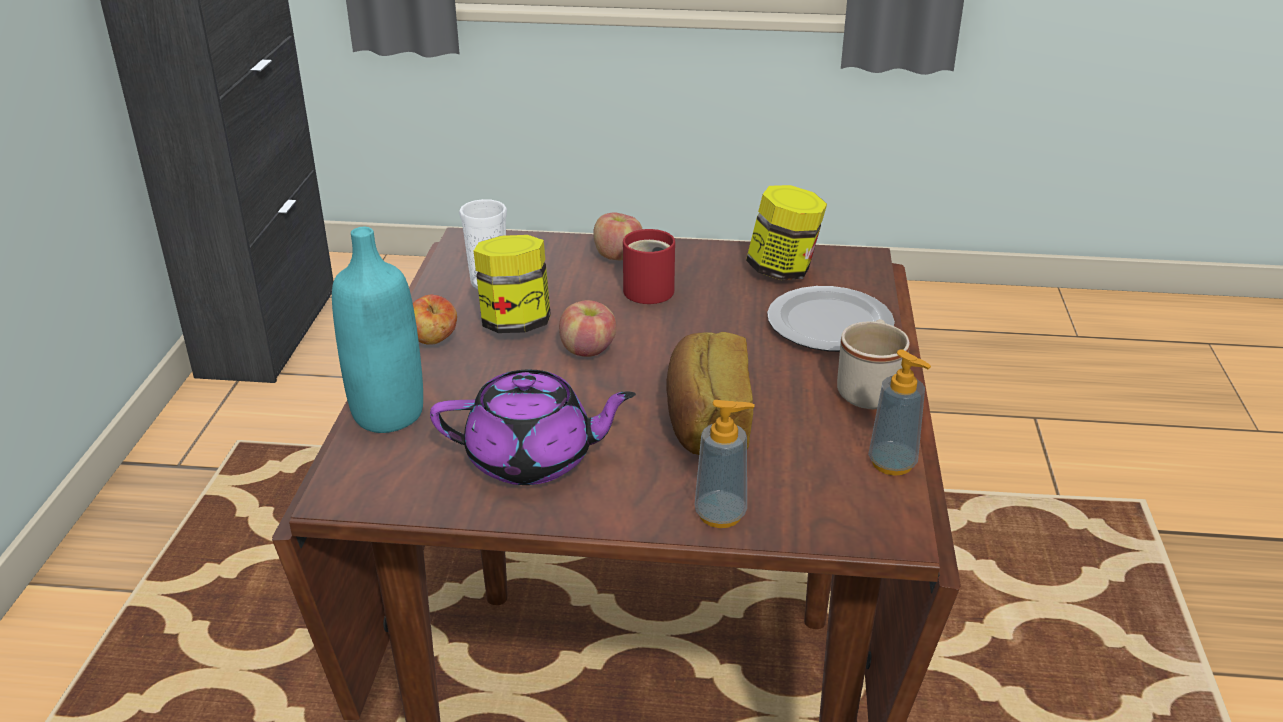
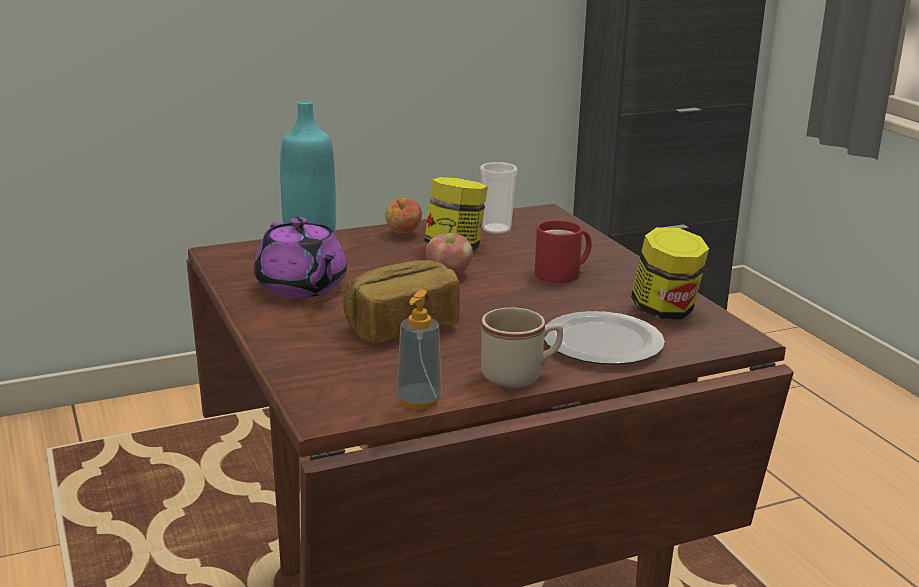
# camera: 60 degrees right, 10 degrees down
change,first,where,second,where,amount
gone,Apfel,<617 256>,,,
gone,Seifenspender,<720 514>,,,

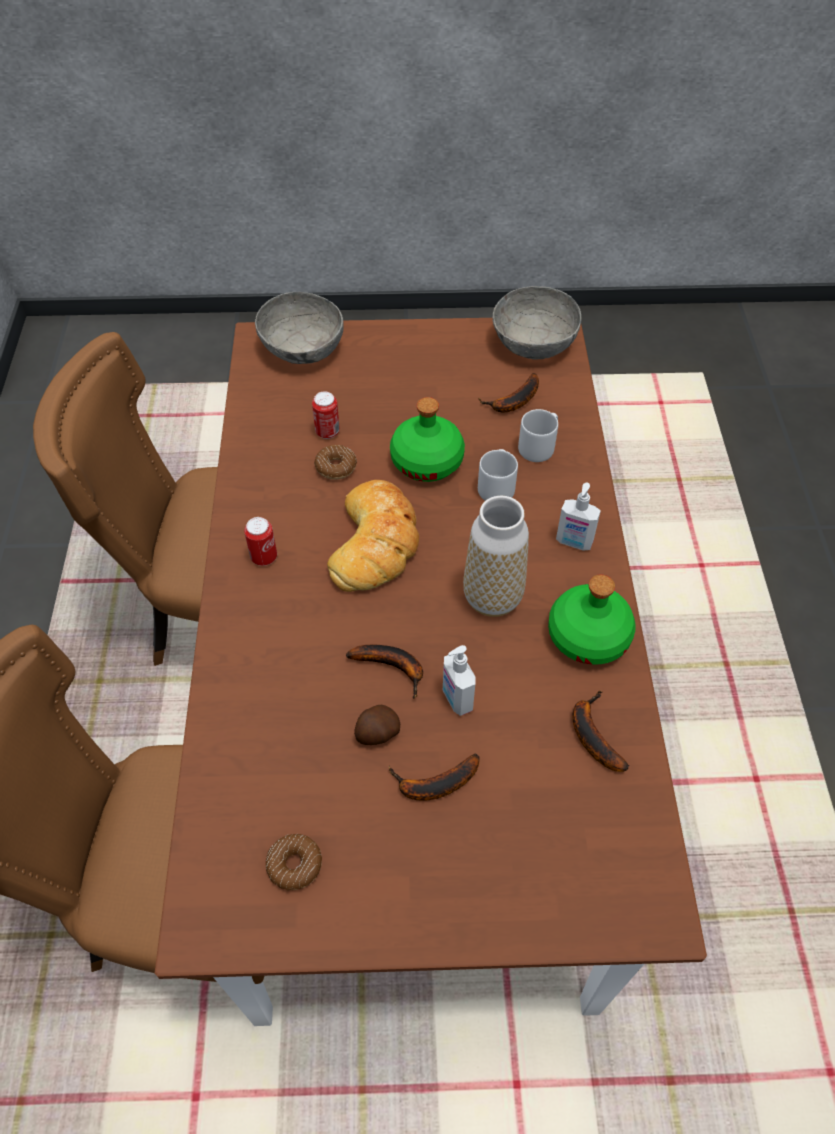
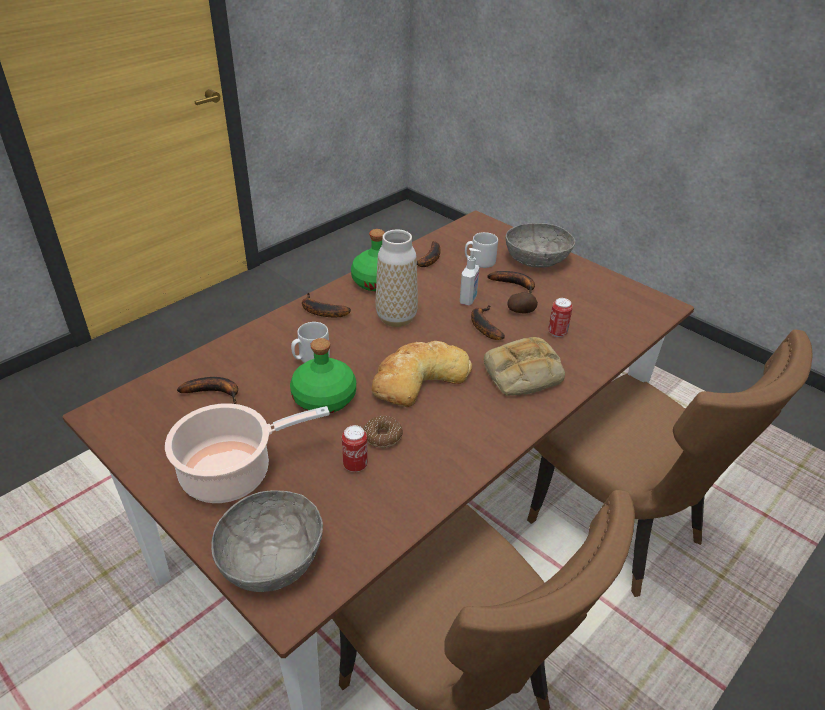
# camera: 135 degrees left, 15 degrees down
change,first,where,second,where,amount
shifted,Dose,<264 557>,,<557 332>,
gone,Donut,<295 865>,,,
shifted,Schüssel/grau,<534 342>,,<537 260>,
shifted,Henkelbecher/grau,<539 447>,,<479 262>,
swapped,Seifenspender,<573 542>,Banane,<320 311>,
new,,,Kochtopf,<232 472>,
new,,,Brot,<522 374>,

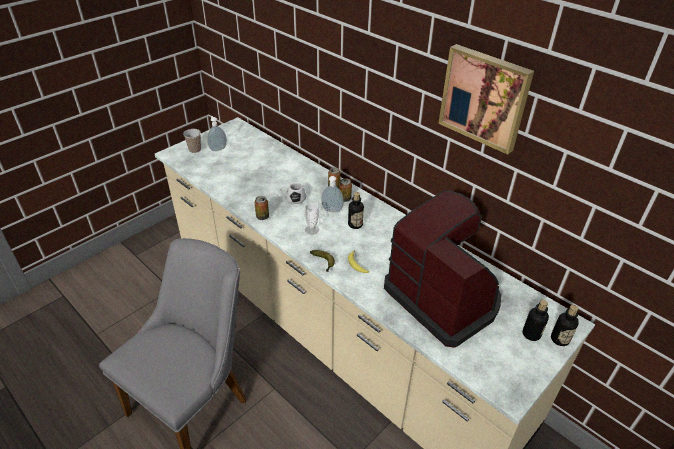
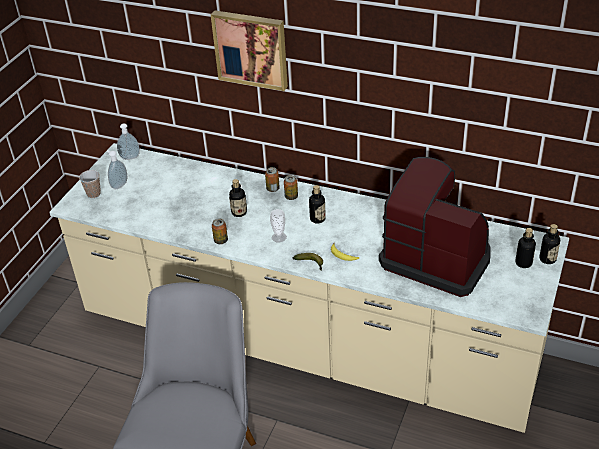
# camera: 20 degrees left, 0 degrees up
change,first,where,second,where,amount
swapped,Henkelbecher/weiß,<293 198>,Flasche,<239 212>,
shifted,Seifenspender,<332 211>,,<130 158>,
shifted,Bild,<485 97>,,<251 49>,

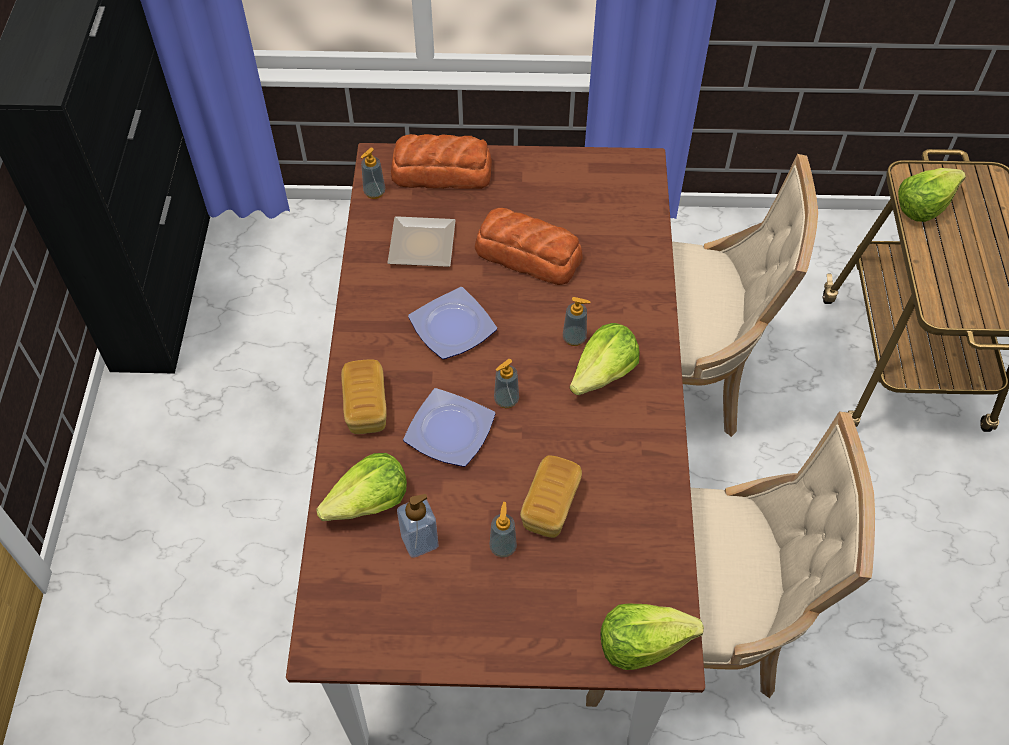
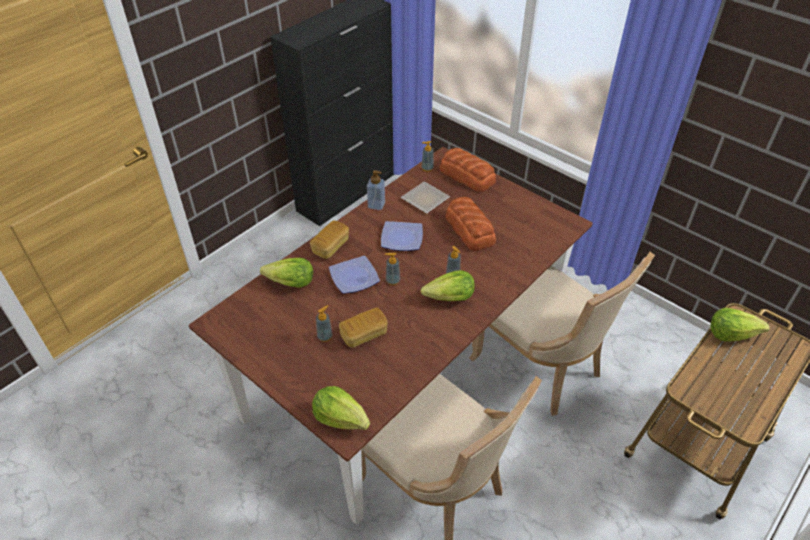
# camera: 40 degrees right, 10 degrees down
change,first,where,second,where,amount
shifted,Seifenspender,<419 541>,,<376 205>,

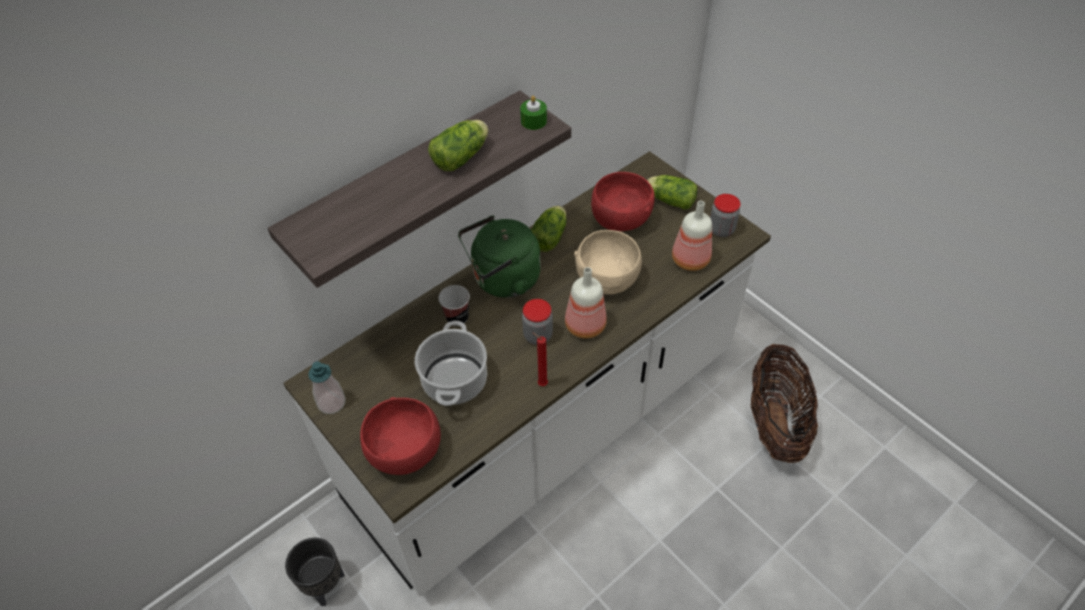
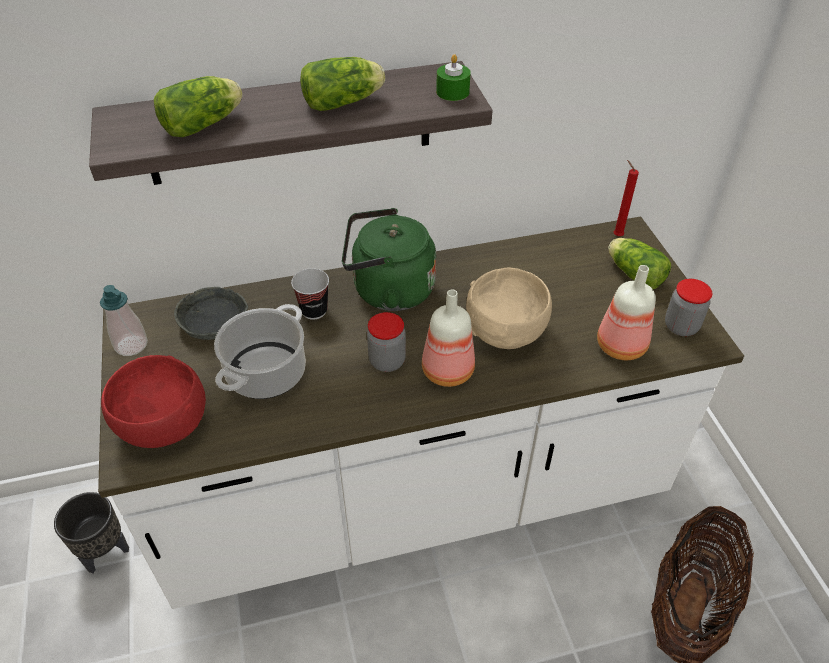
# camera: 25 degrees right, 5 degrees down
change,first,where,second,where,amount
shifted,Salatkopf,<550 236>,,<205 124>,
shifted,Kerze/rot,<541 383>,,<616 235>,
gone,Schüssel/rot,<620 219>,,,
new,,,Schüssel/grau,<214 320>,

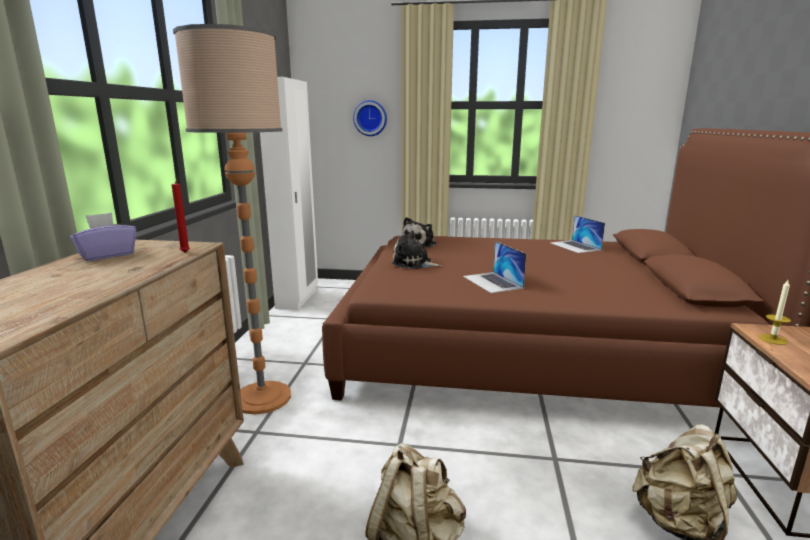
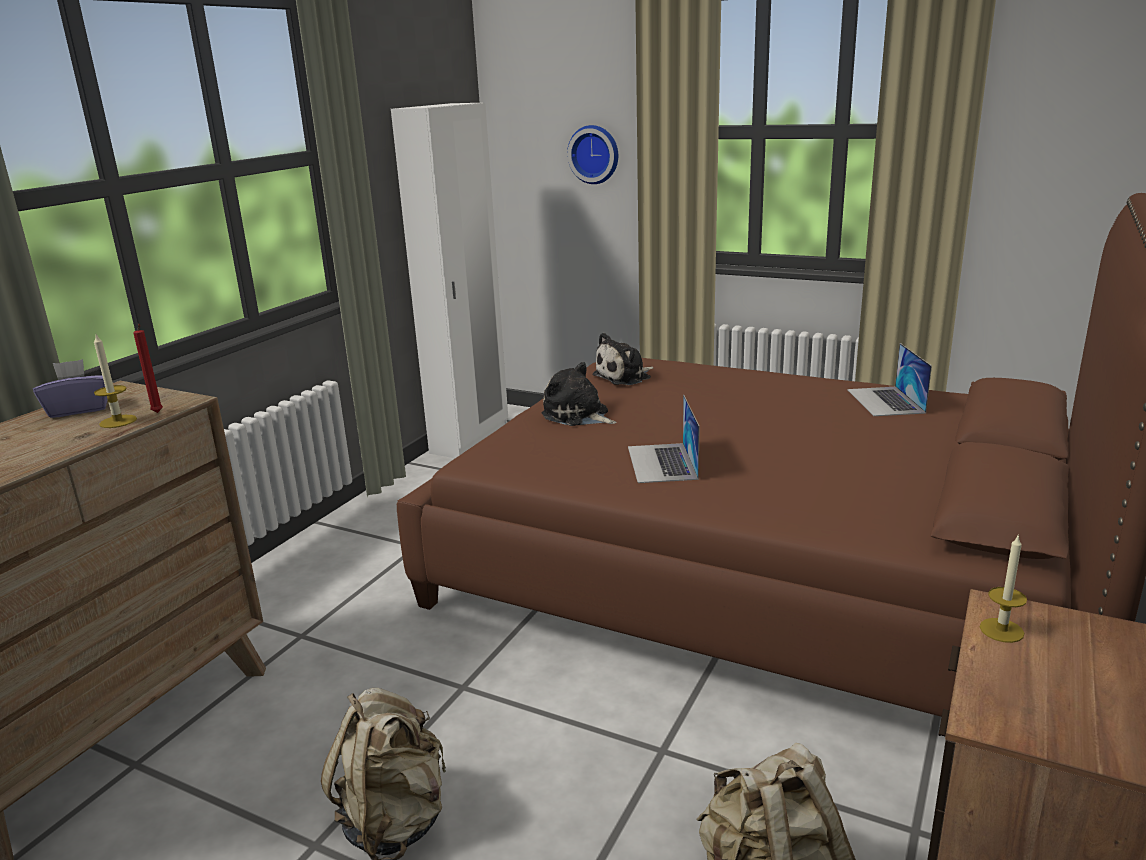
# camera: 20 degrees right, 5 degrees up
change,first,where,second,where,amount
gone,Stehlampe,<262 398>,,,
new,,,Kerze,<118 421>,

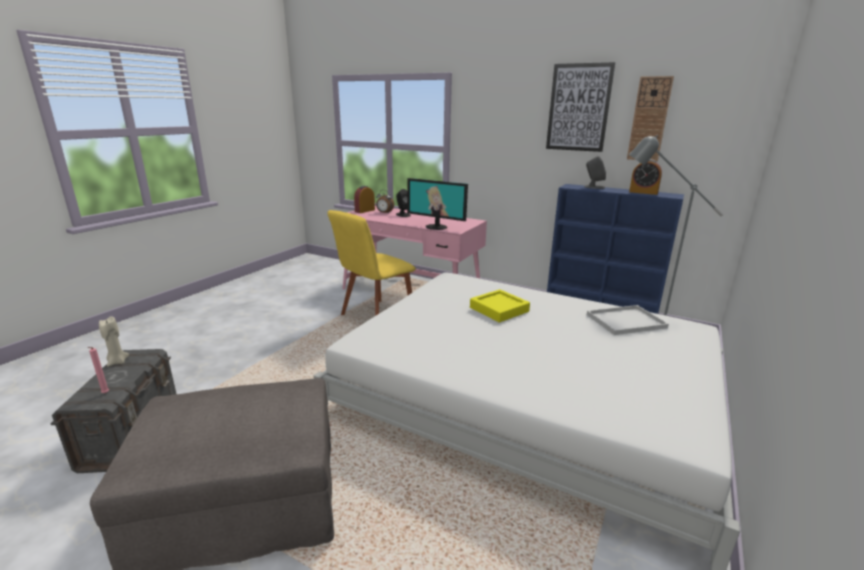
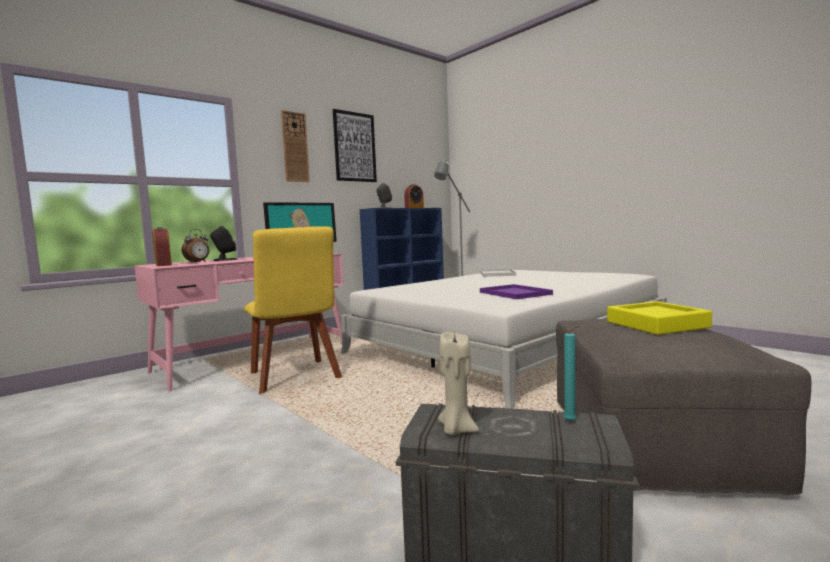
# camera: 70 degrees left, 15 degrees down
change,first,where,second,where,amount
repainted,Kerze/rosa,<105 394>,Kerze/türkis,<572 422>,
shifted,Tablett/gelb,<499 309>,,<656 324>,
shifted,Wanduhr,<649 119>,,<295 147>,
new,,,Tablett/lila,<516 293>,

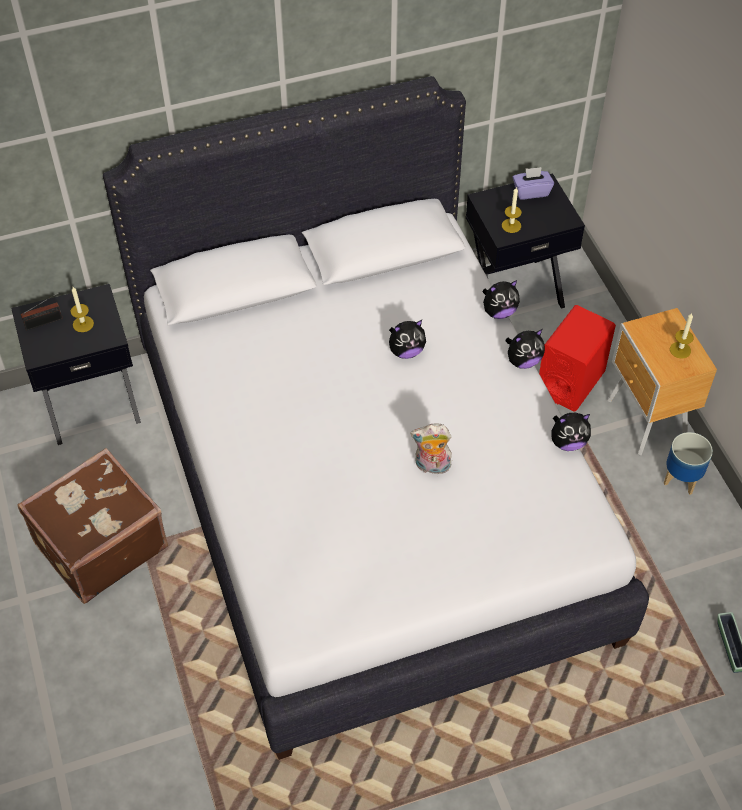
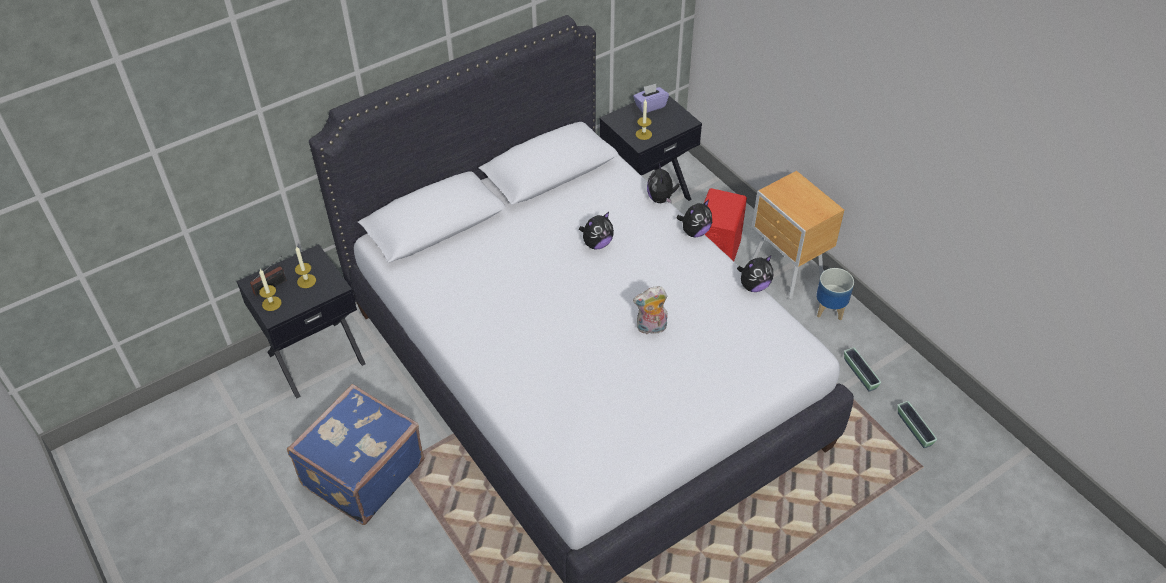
# camera: 15 degrees left, 5 degrees down
change,first,where,second,where,amount
repainted,Koffer/braun,<99 544>,Koffer/blau,<361 473>,
rotated,Plüschtier,<499 312>,,<661 199>,120 degrees clockwise
shifted,Kerze,<680 350>,,<271 303>,
new,,,Pflanzkübel,<860 374>,

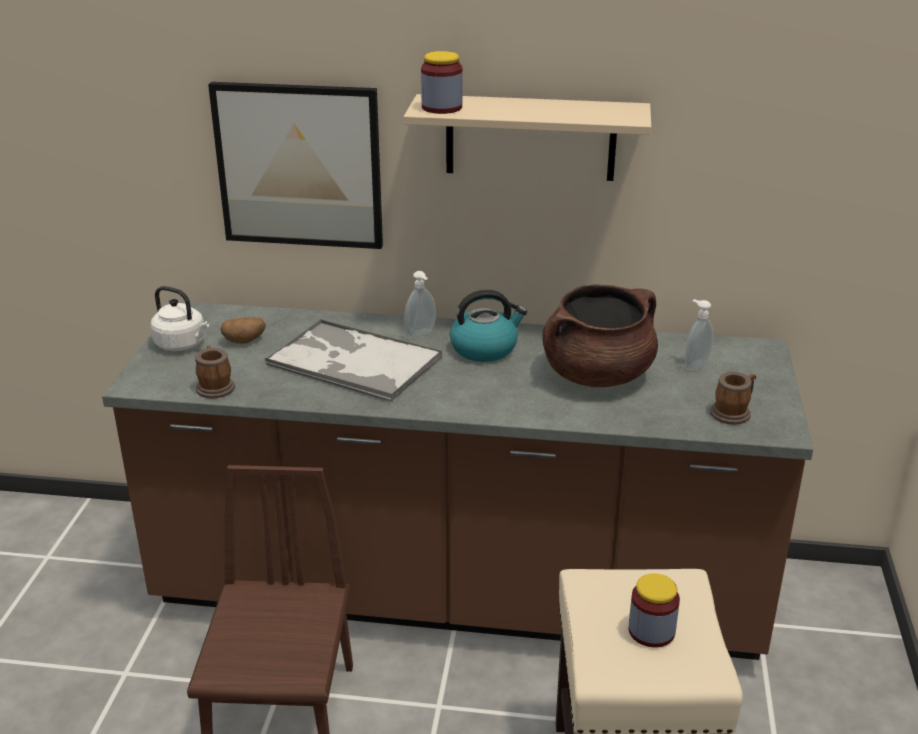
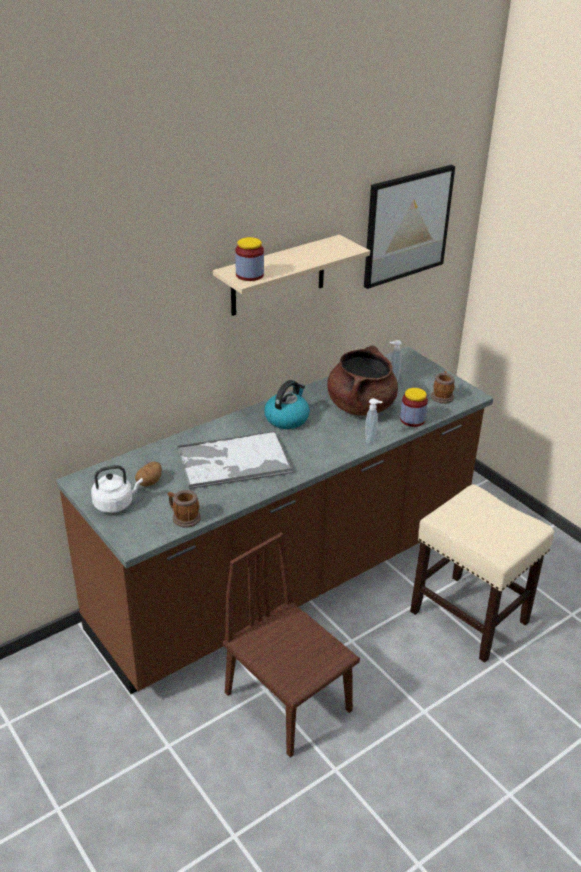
# camera: 45 degrees left, 5 degrees up
change,first,where,second,where,amount
shifted,Bild,<299 165>,,<407 226>,
shifted,Seifenspender,<421 335>,,<371 440>,
shifted,Vorratsglas,<651 631>,,<412 420>,

